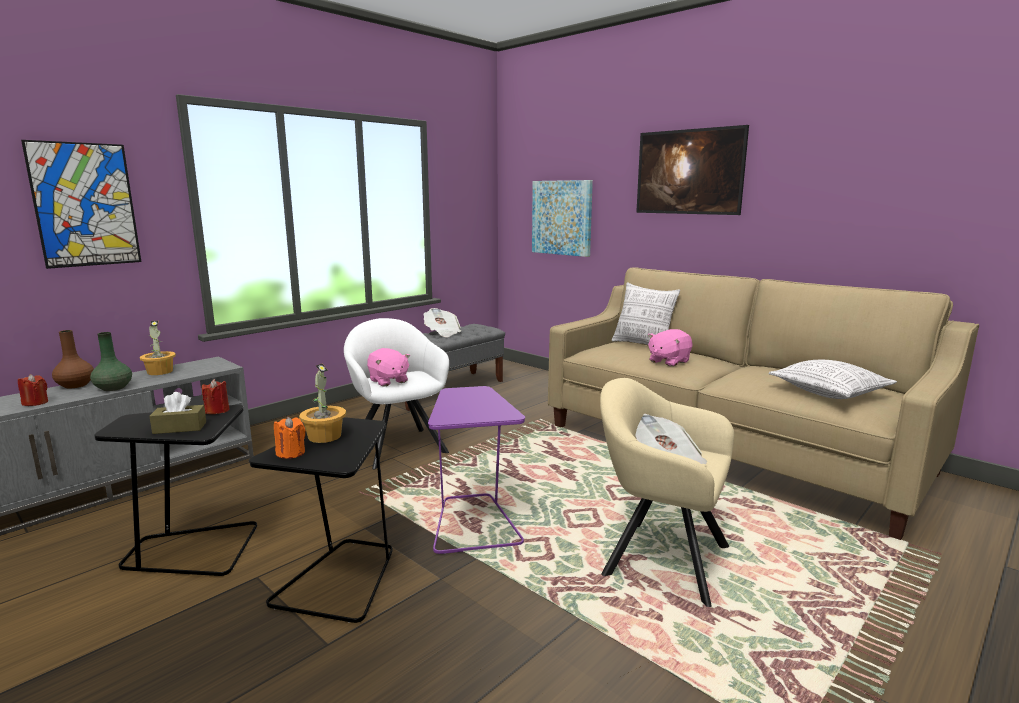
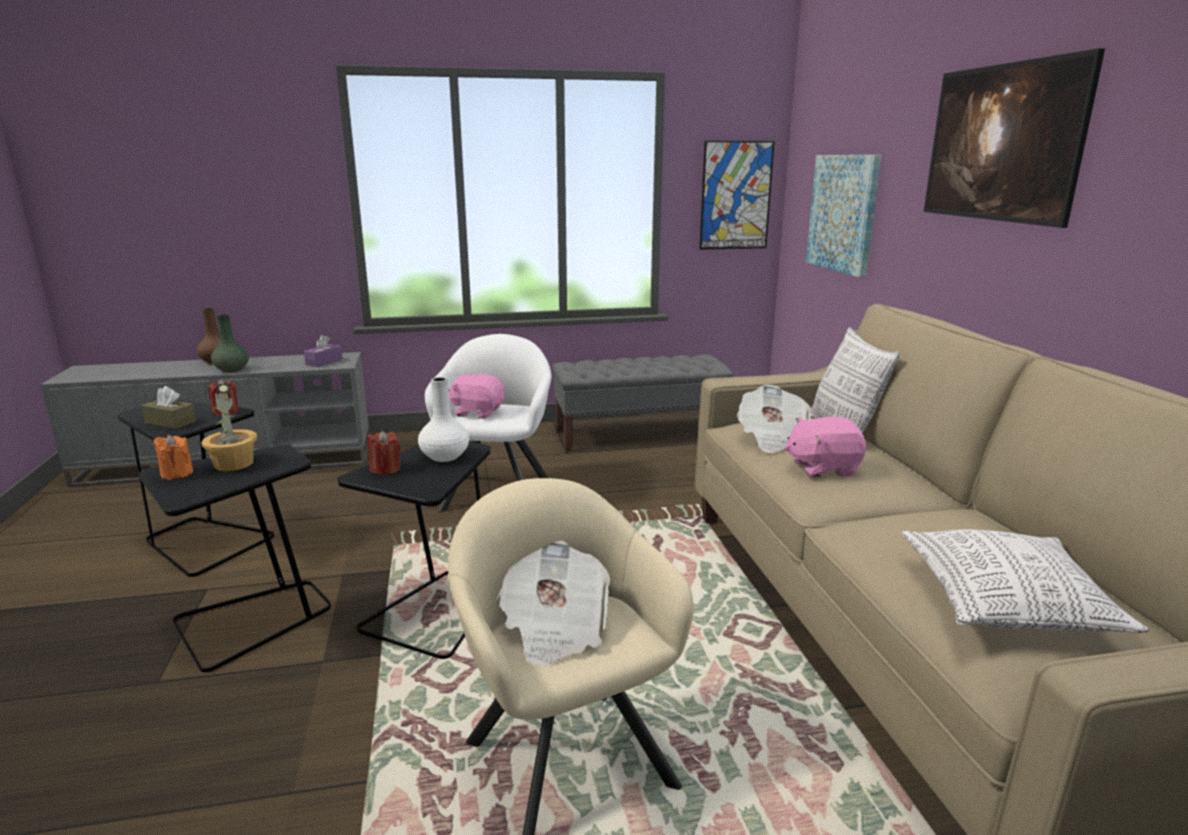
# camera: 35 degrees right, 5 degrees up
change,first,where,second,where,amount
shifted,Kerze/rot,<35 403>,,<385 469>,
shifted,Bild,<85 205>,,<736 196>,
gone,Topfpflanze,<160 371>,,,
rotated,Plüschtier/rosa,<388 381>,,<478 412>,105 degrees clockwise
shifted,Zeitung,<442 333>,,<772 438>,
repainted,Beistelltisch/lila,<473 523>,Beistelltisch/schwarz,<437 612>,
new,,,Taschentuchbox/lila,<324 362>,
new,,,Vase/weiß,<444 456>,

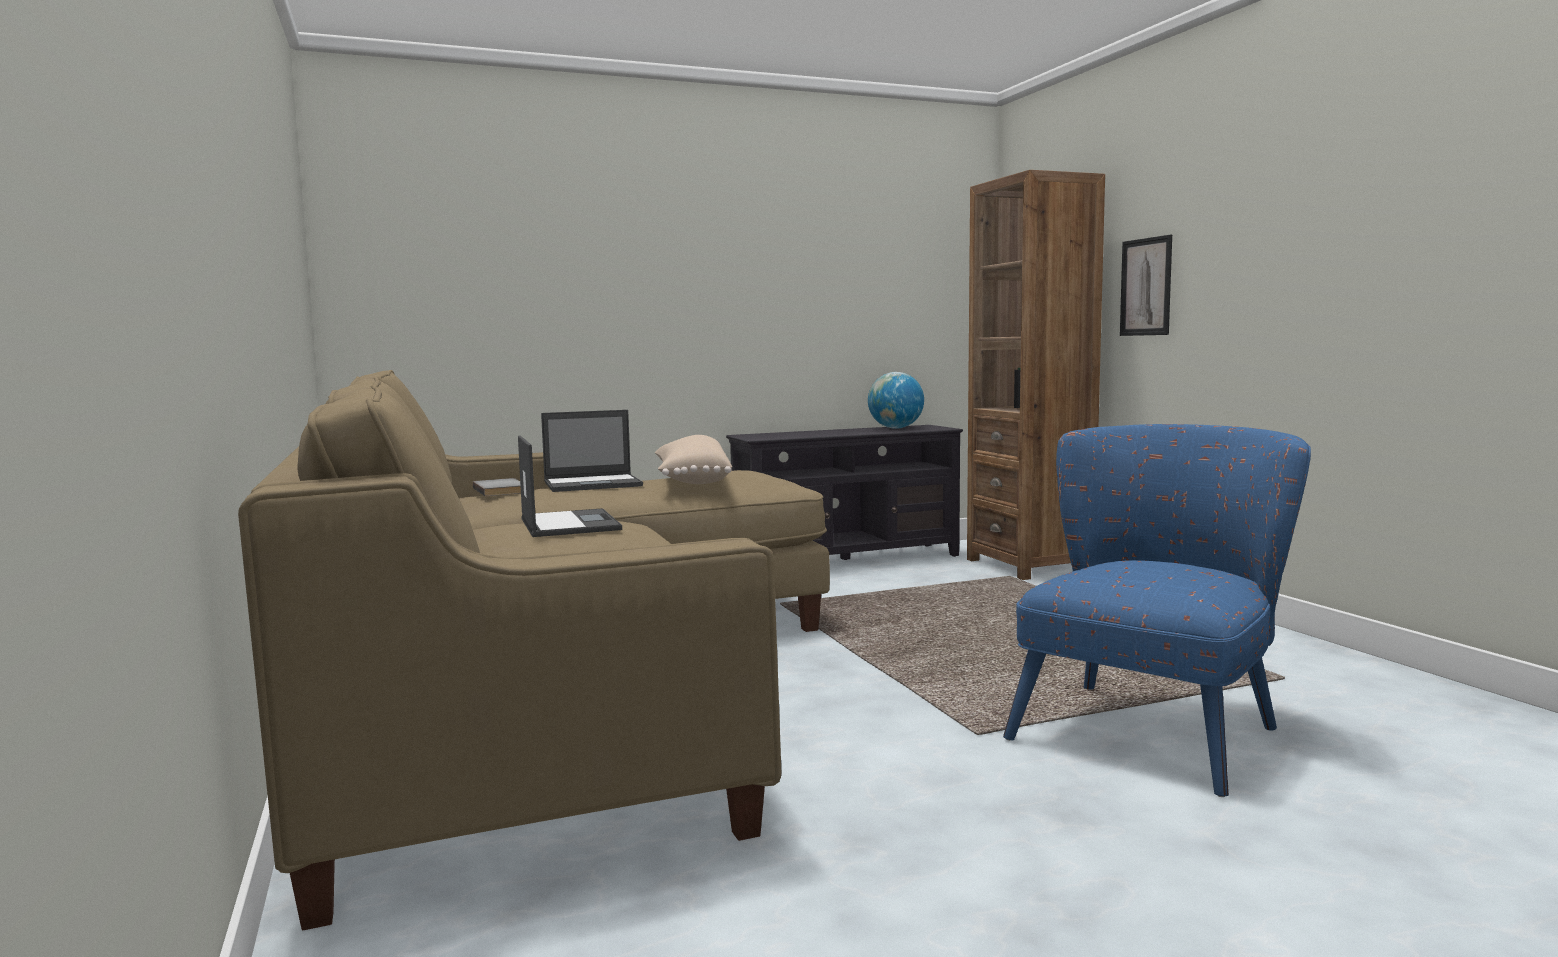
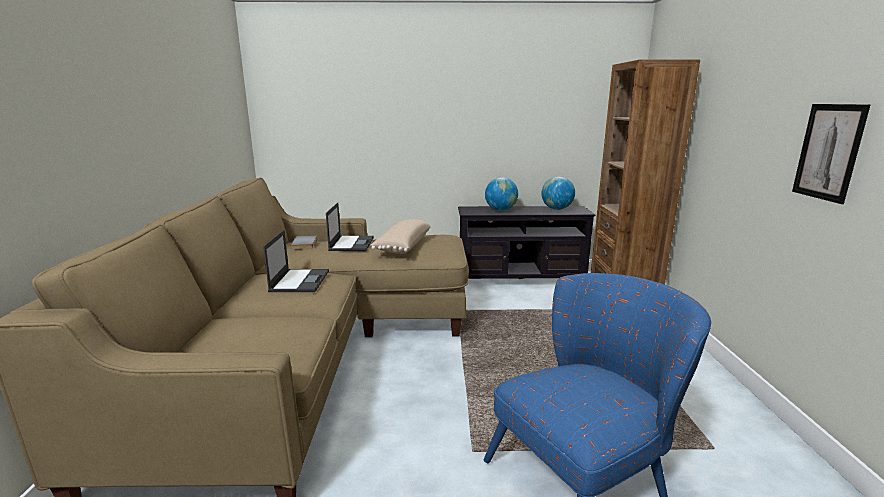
# camera: 20 degrees right, 10 degrees up
change,first,where,second,where,amount
rotated,Laptop,<594 484>,,<351 243>,90 degrees counterclockwise
shifted,Bild,<1146 287>,,<828 152>,
new,,,Globus,<500 210>,

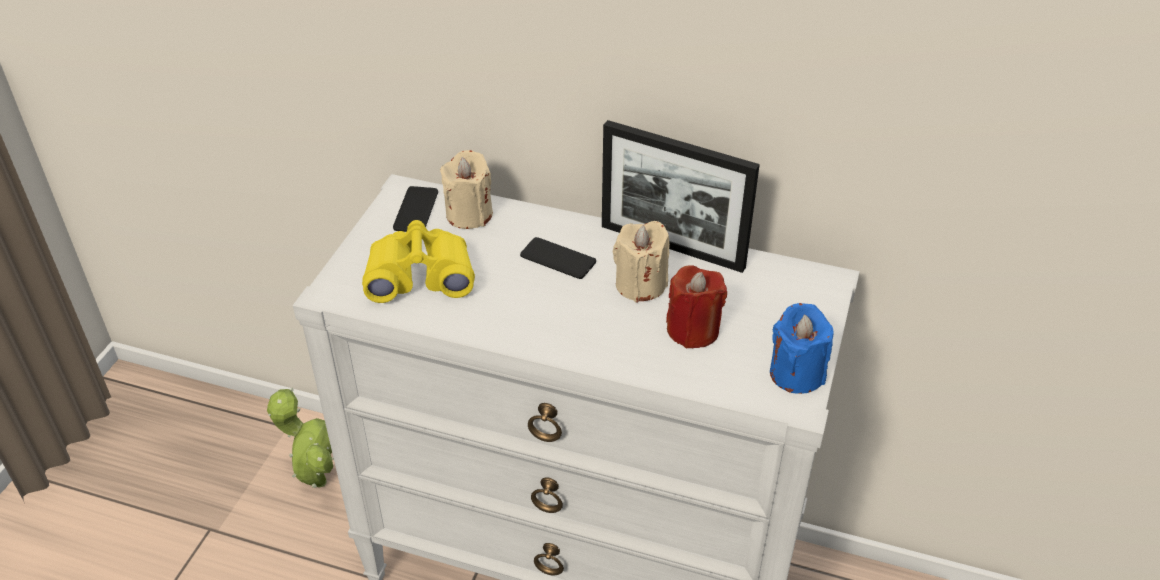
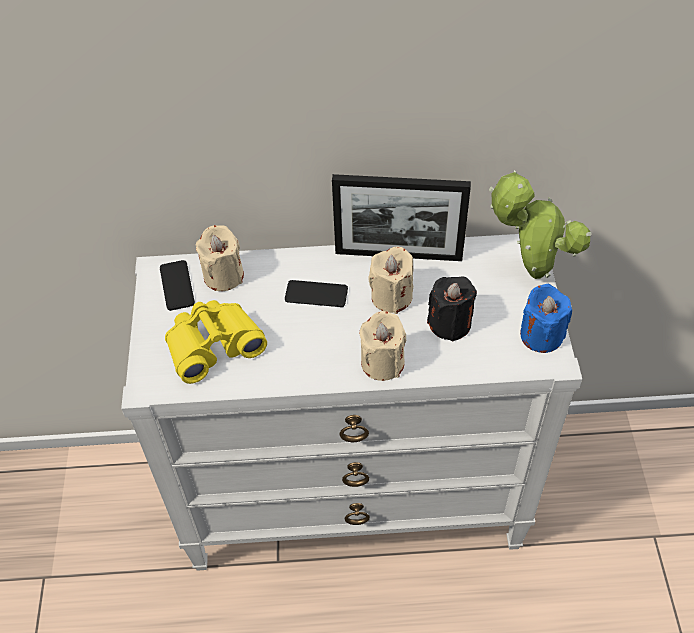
# camera: 20 degrees left, 10 degrees up
change,first,where,second,where,amount
shifted,Topfpflanze,<316 479>,,<530 272>,
repainted,Kerze/rot,<693 330>,Kerze/schwarz,<450 323>,
new,,,Kerze/beige,<382 363>,

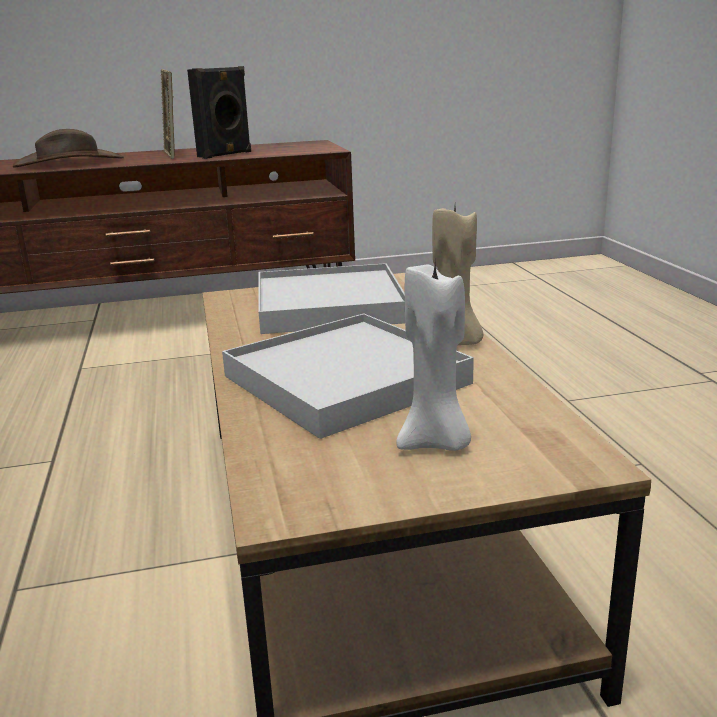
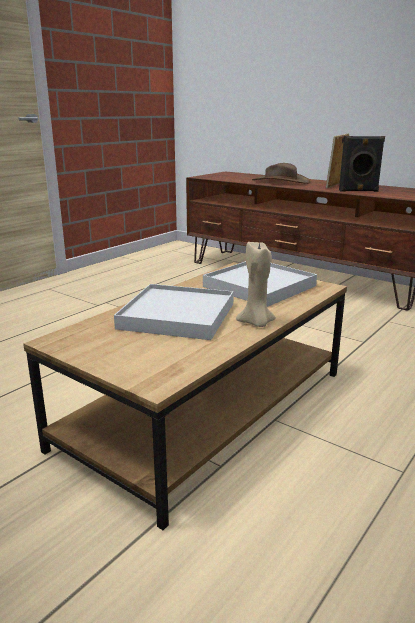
# camera: 50 degrees right, 0 degrees up
change,first,where,second,where,amount
gone,Kerze/weiß,<436 443>,,,

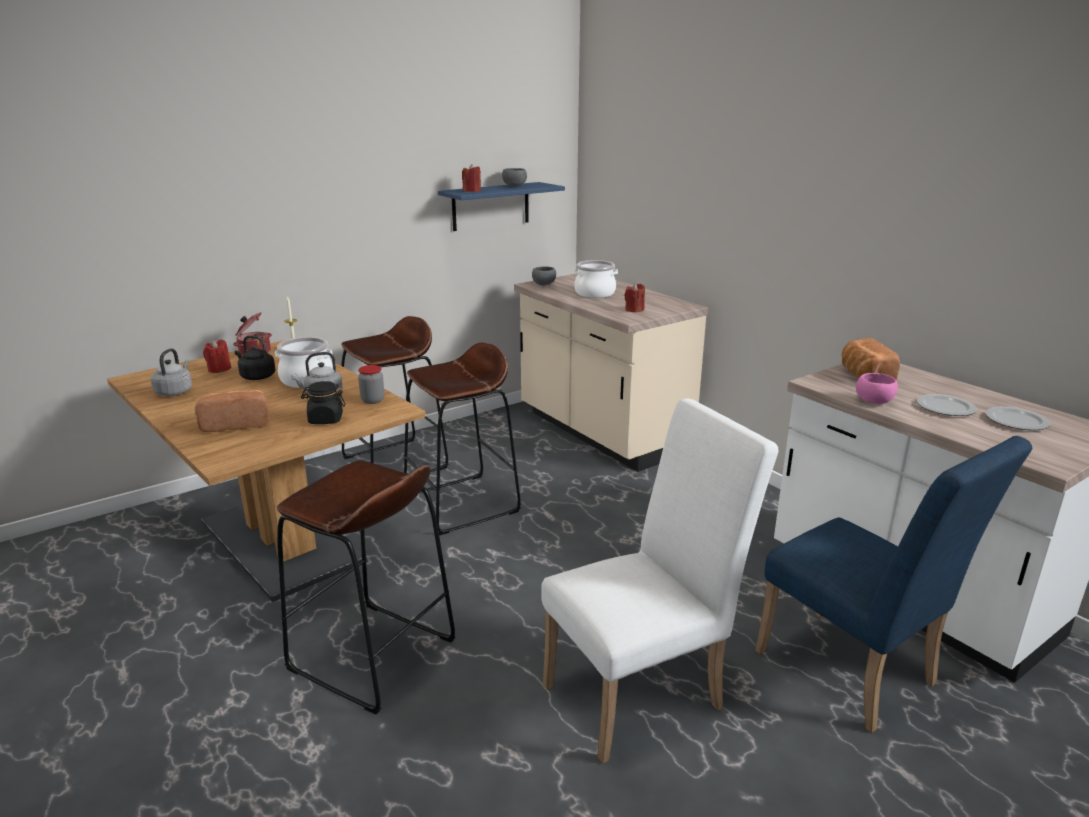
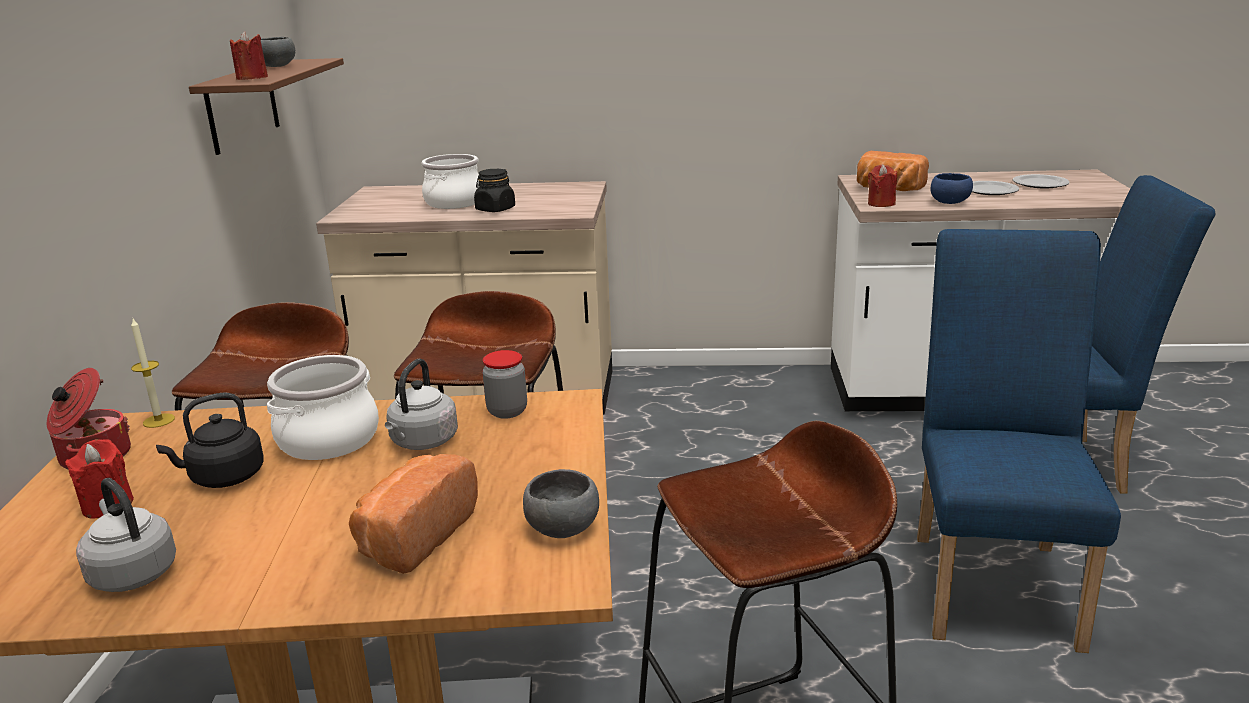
# camera: 50 degrees left, 0 degrees up
change,first,where,second,where,amount
shifted,Vorratsglas/schwarz,<325 419>,,<495 209>,
repainted,Wandregal/blau,<491 206>,Wandregal/braun,<242 106>,
shifted,Schüssel/grau,<544 284>,,<562 527>,
repainted,Stuhl/weiß,<644 692>,Stuhl/blau,<994 579>,
shifted,Kerze/rot,<634 310>,,<881 203>,
repainted,Schüssel/rosa,<874 402>,Schüssel/blau,<951 202>,

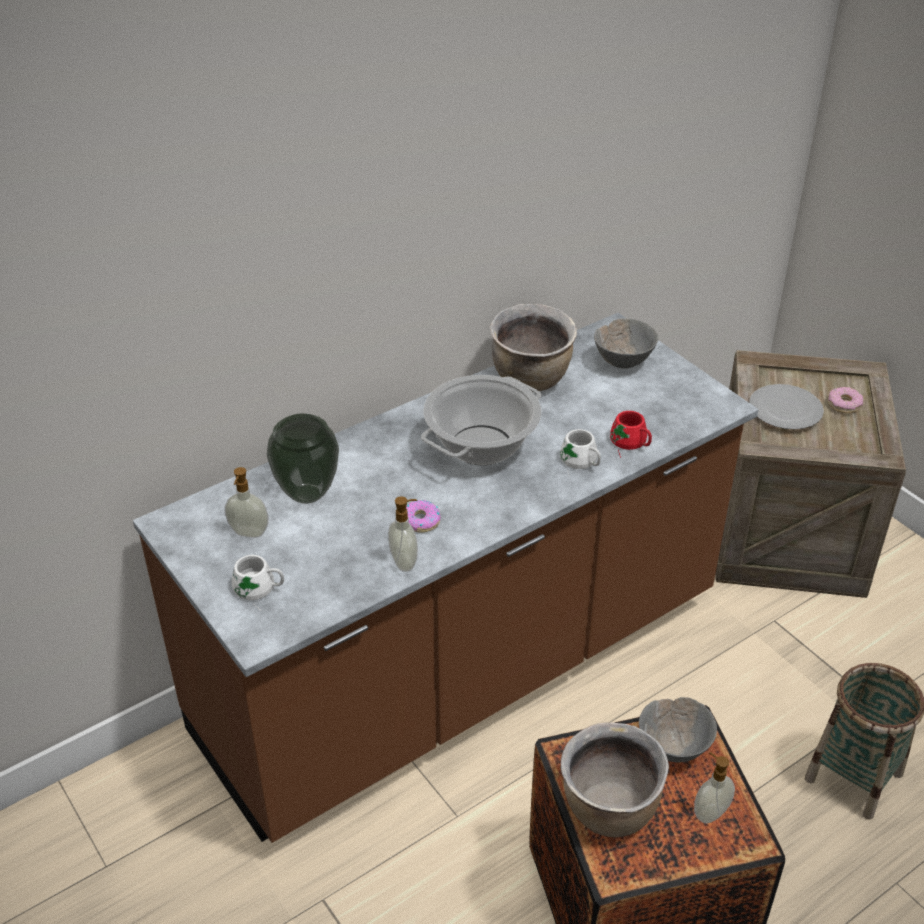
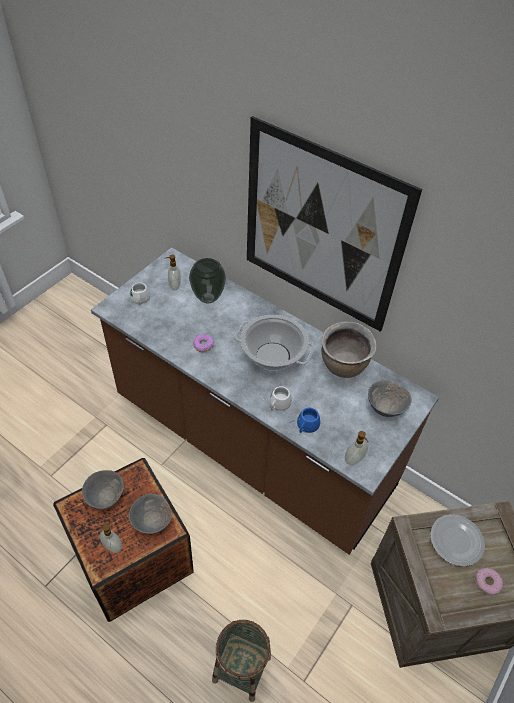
# camera: 70 degrees right, 10 degrees up
change,first,where,second,where,amount
shifted,Seifenspender,<405 561>,,<354 460>,
swapped,Kochtopf/braun,<609 810>,Schüssel/grau,<106 497>,
repainted,Henkelbecher/rot,<629 443>,Henkelbecher/blau,<304 424>,
new,,,Bild,<321 229>,

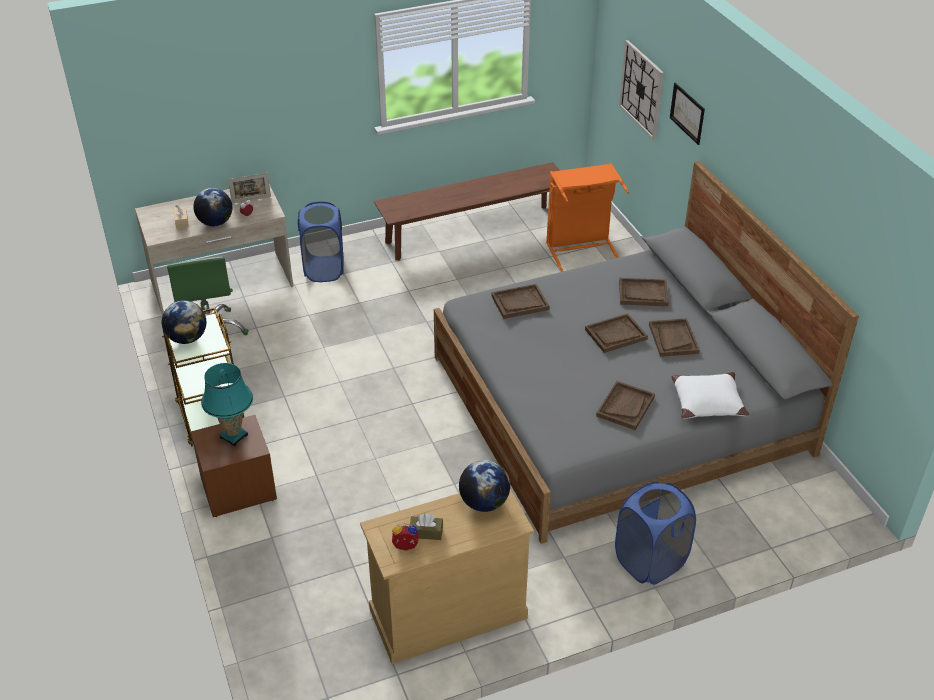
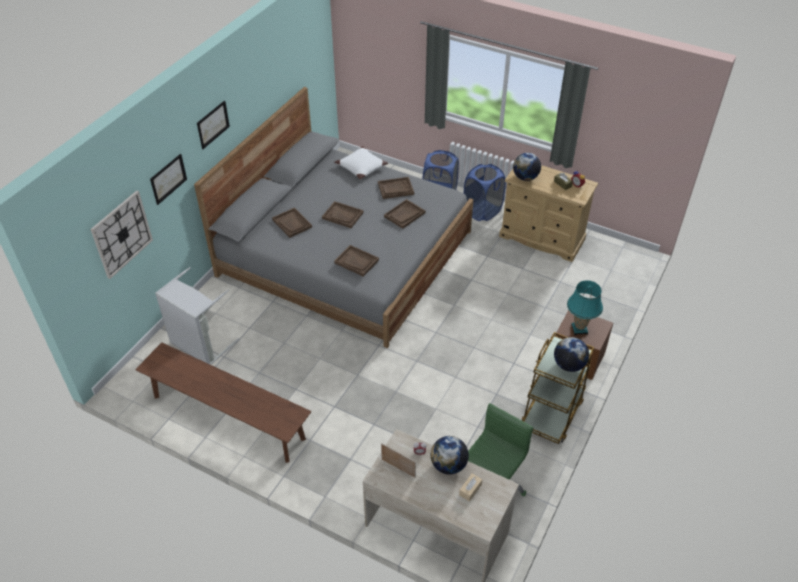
# camera: 130 degrees left, 5 degrees up
change,first,where,second,where,amount
shifted,Wäschekorb/blau,<324 269>,,<482 211>,
repainted,Wäschekorb/orange,<581 249>,Wäschekorb/grau,<199 346>,
shifted,Tablett/braun,<673 339>,,<404 215>,
new,,,Bild,<213 124>,

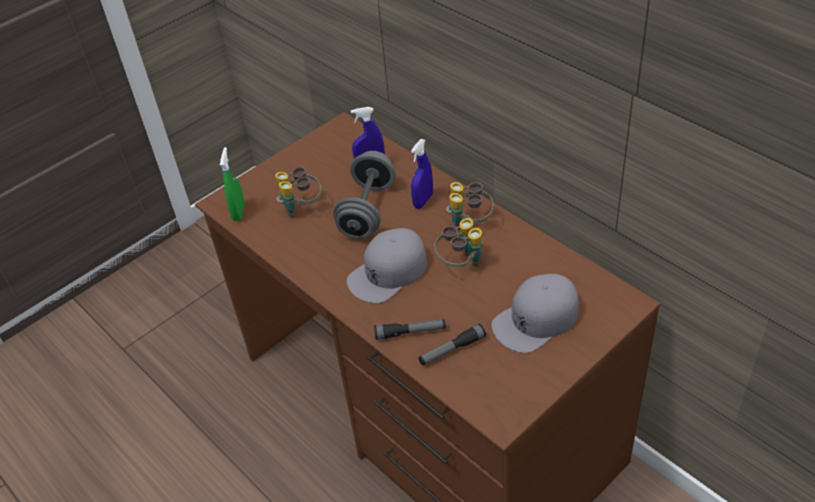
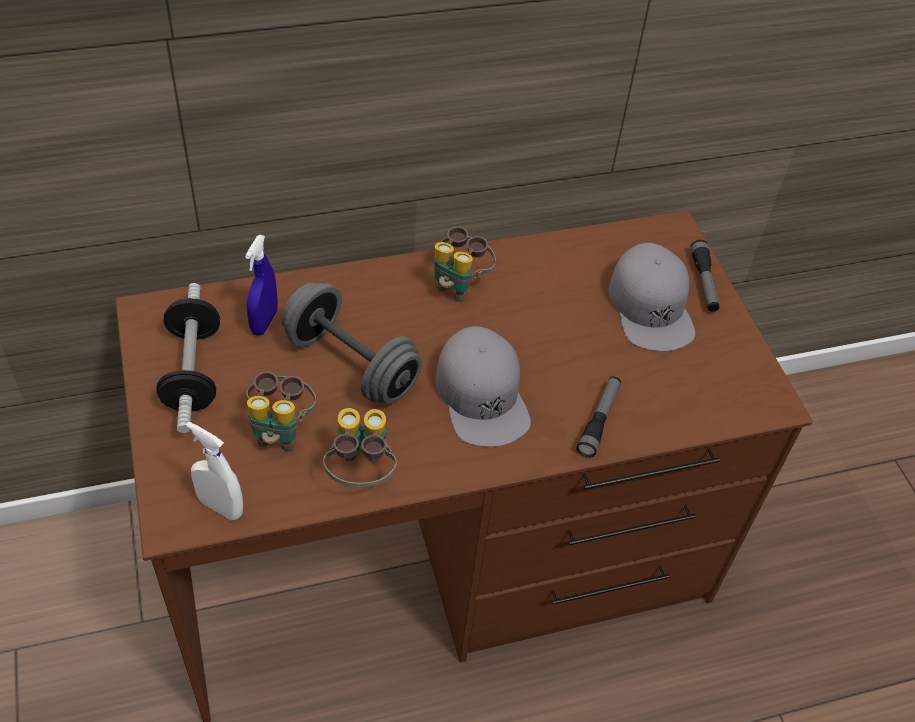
# camera: 70 degrees left, 5 degrees up
change,first,where,second,where,amount
repainted,Sprühflasche/grün,<238 212>,Sprühflasche/weiß,<221 507>,
gone,Sprühflasche/blau,<423 201>,,,
shifted,Taschenlampe,<452 350>,,<704 282>,
shifted,Fernglas,<461 264>,,<361 474>,
new,,,Hantel,<192 372>,

